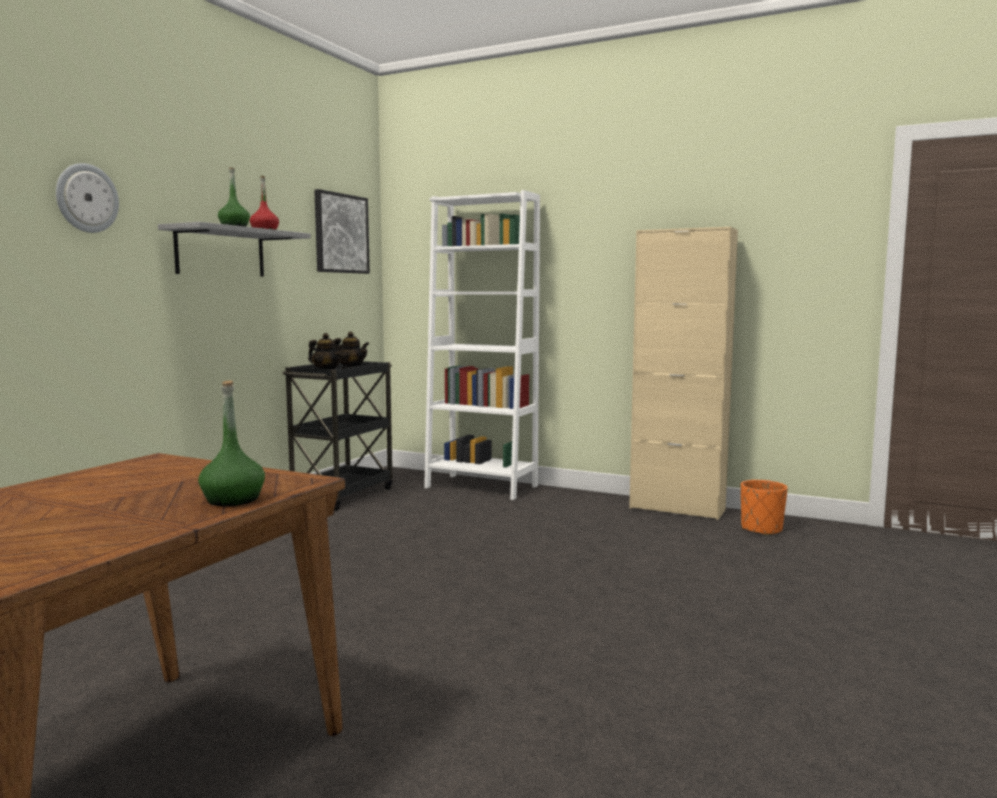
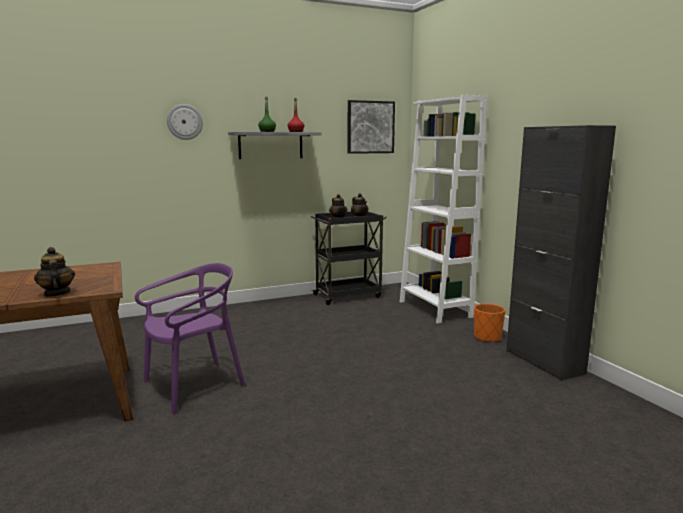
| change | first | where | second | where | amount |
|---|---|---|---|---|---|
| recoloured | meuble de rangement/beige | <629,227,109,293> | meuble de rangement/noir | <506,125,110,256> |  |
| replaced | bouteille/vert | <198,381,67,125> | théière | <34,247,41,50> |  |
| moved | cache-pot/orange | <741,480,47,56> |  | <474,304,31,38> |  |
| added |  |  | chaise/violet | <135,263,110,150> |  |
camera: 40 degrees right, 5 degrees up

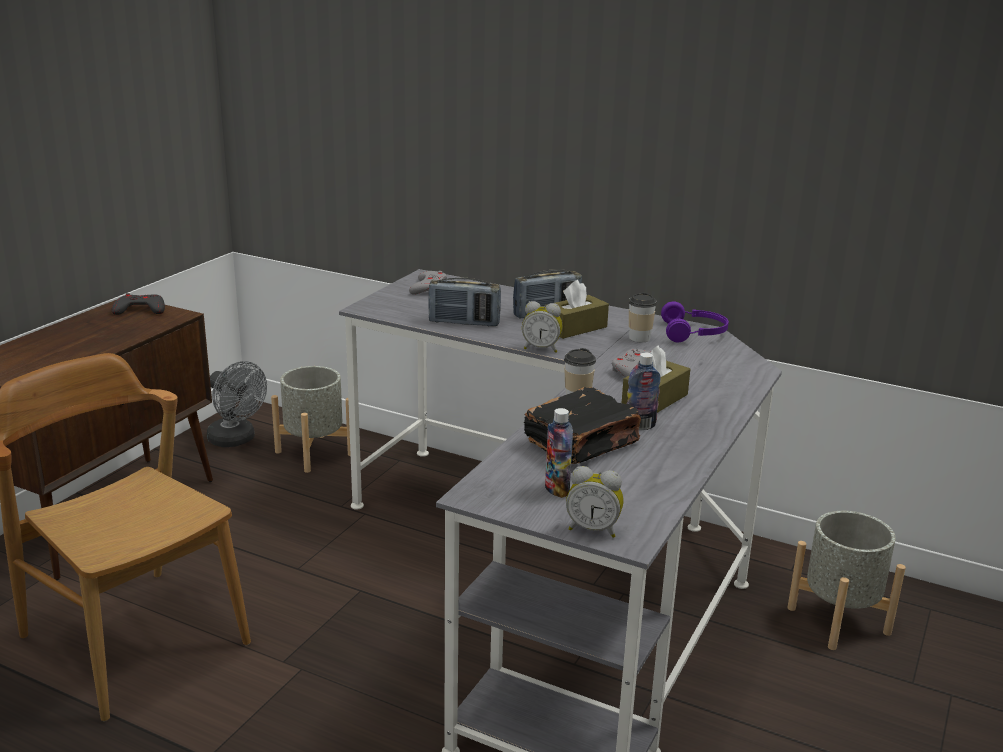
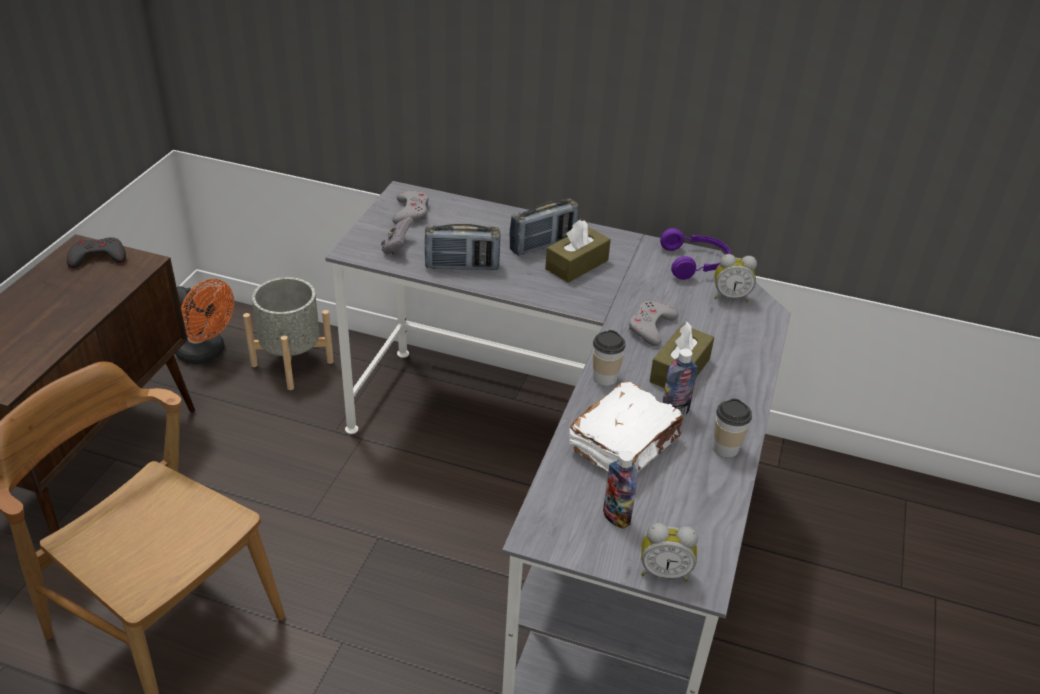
| change | first | where | second | where | amount |
|---|---|---|---|---|---|
| moved | tasse | <629,293,28,49> |  | <713,399,39,59> |  |
| moved | réveil | <522,301,41,52> |  | <714,254,43,48> |  |
| recoloured | ventilateur/gris | <207,361,60,86> | ventilateur/orange | <175,279,59,86> |  |
| recoloured | livre/noir | <524,387,117,77> | livre/blanc | <569,382,114,91> |  |
| removed | cache-pot/gris | <787,511,119,139> |  |  |  |
| added |  |  | manette/gris | <381,217,33,38> |  |
camera: 10 degrees left, 15 degrees up

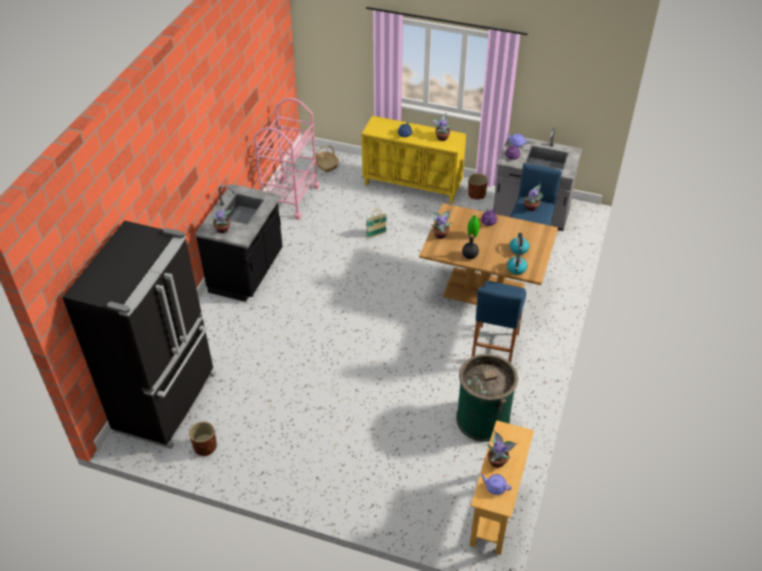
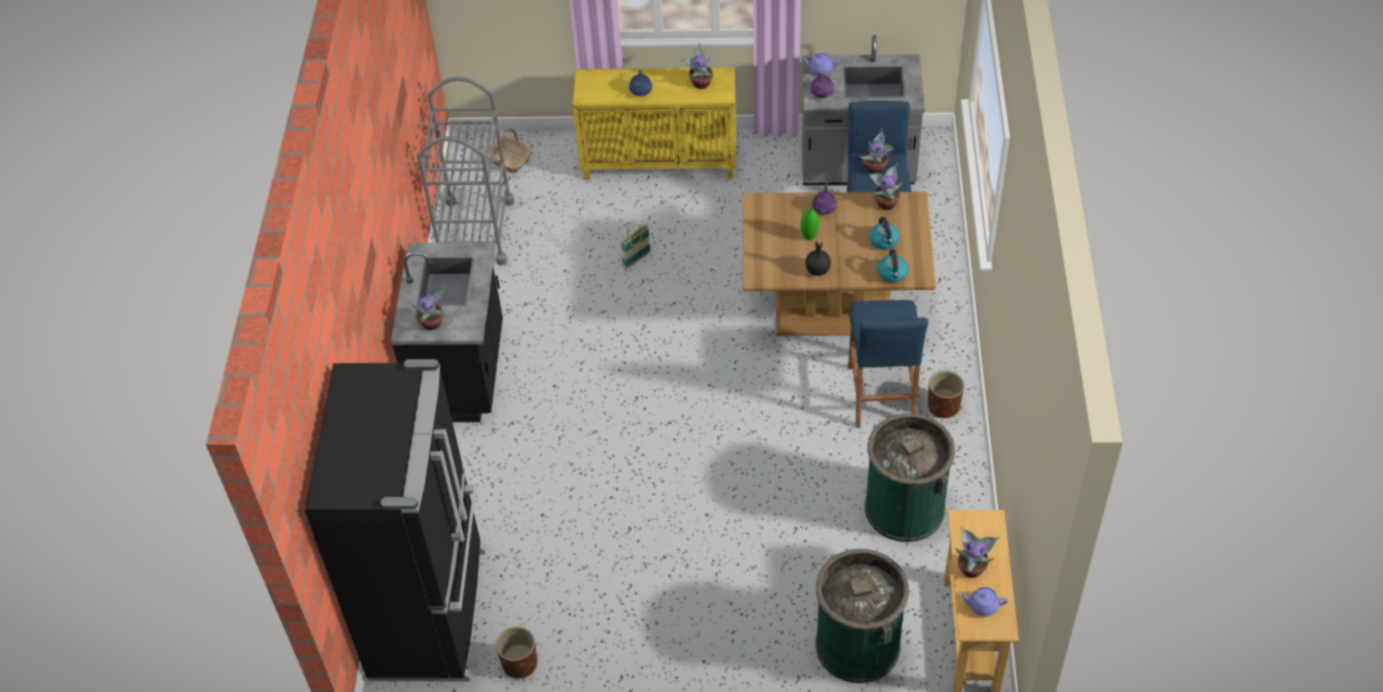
| change | first | where | second | where | amount |
|---|---|---|---|---|---|
| recoloured | chariot/rose | <254,98,66,122> | chariot/gris | <417,76,98,190> |  |
| moved | cache-pot/marron | <468,173,20,27> |  | <928,371,36,47> |  |
| moved | plante en pot | <430,210,22,29> |  | <869,163,34,47> |  |
| added |  |  | poubelle/vert | <815,549,94,134> |  |
camera: 15 degrees left, 5 degrees up

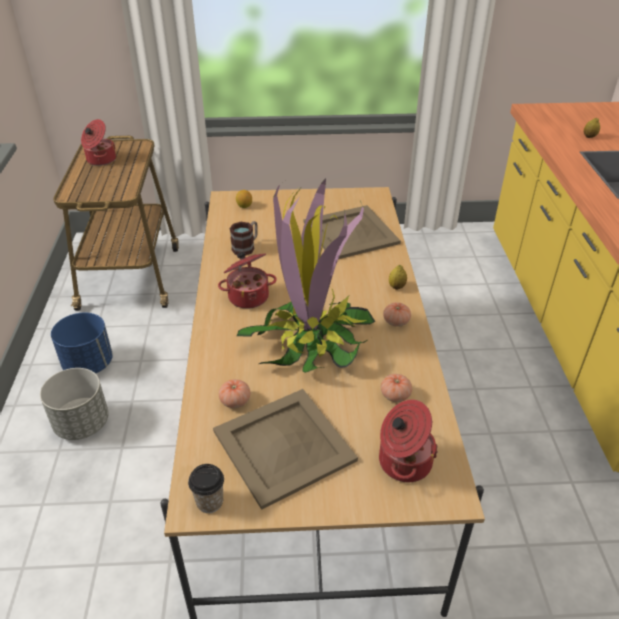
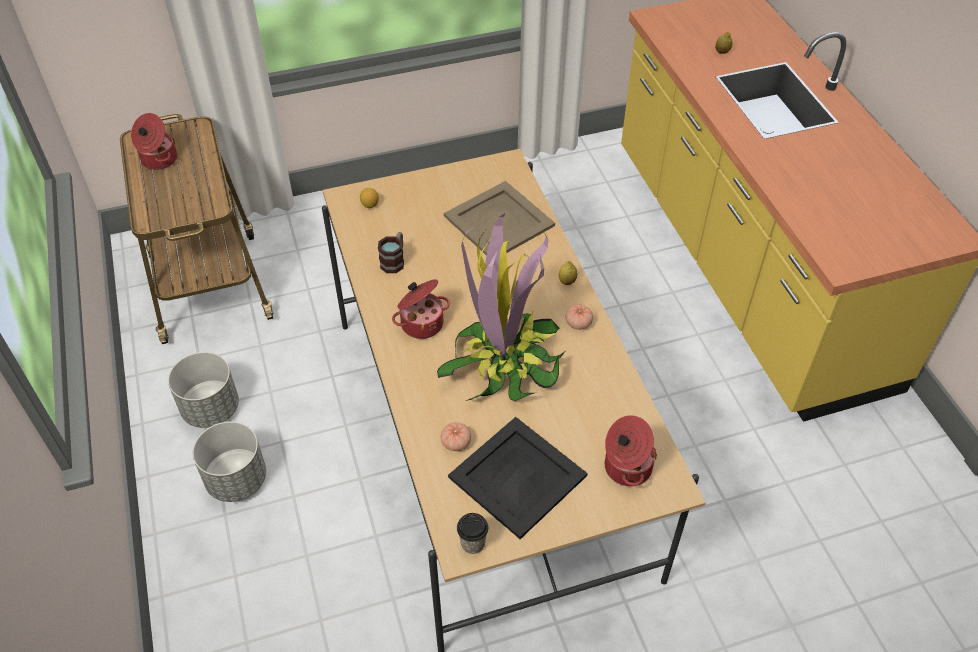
| change | first | where | second | where | amount |
|---|---|---|---|---|---|
| recoloured | cache-pot/bleu | <51,312,62,62> | cache-pot/gris | <168,352,71,76> |  |
| removed | tomate | <381,374,31,28> |  |  |  |
| recoloured | plateau/beige | <213,389,145,121> | plateau/noir | <448,417,140,122> |  |
camera: 15 degrees left, 10 degrees up

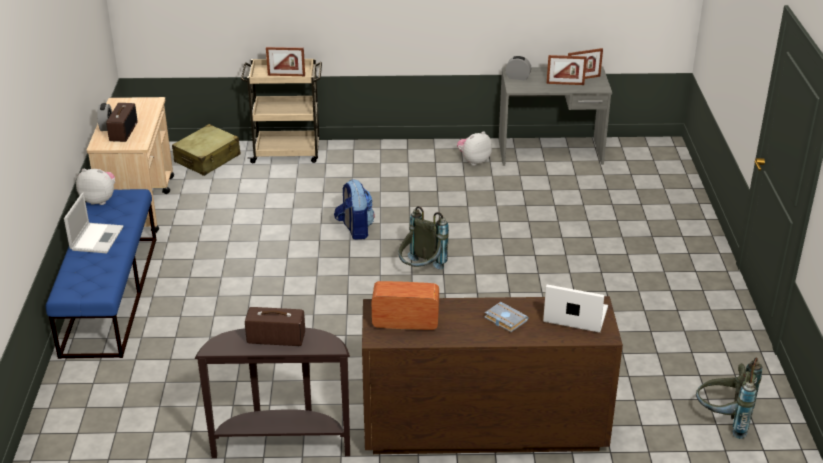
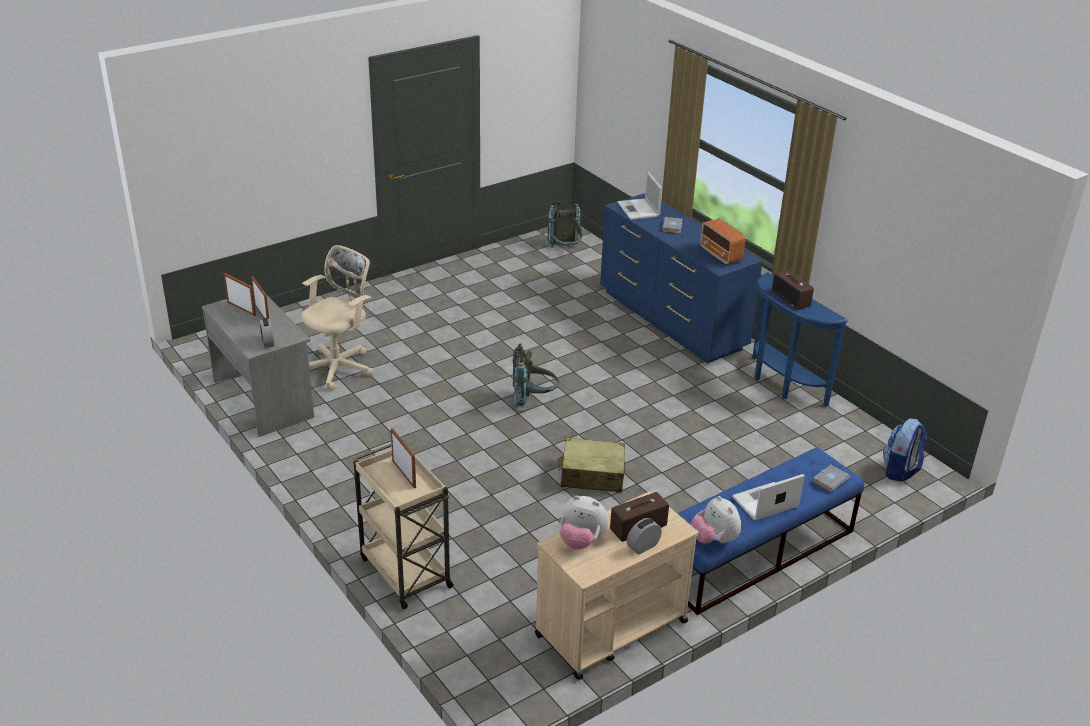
| change | first | where | second | where | amount |
|---|---|---|---|---|---|
| moved | valise/beige | <172,124,69,52> |  | <558,438,67,55> |  |
| moved | peluche | <457,131,35,35> |  | <559,496,49,54> |  |
| moved | sac à dos | <334,179,41,61> |  | <883,418,44,64> |  |
| recoloured | commode/marron | <362,296,261,158> | commode/bleu | <600,193,163,170> |  |
| recoloured | table console/marron | <195,328,155,130> | table console/bleu | <752,272,96,135> |  |
| added |  |  | chaise de bureau/beige | <301,245,73,145> |  |
| added |  |  | livre/gris | <812,465,38,27> |  |
camera: 125 degrees left, 0 degrees up

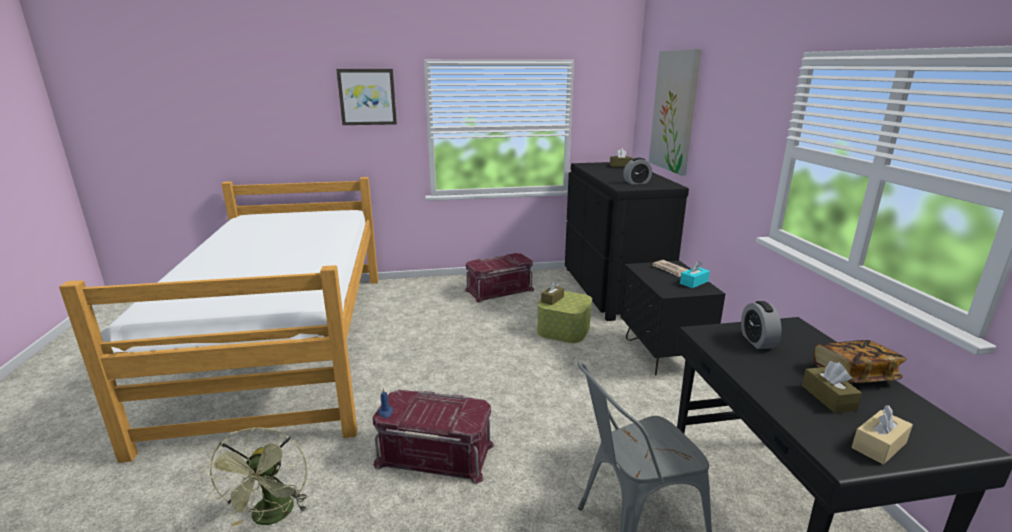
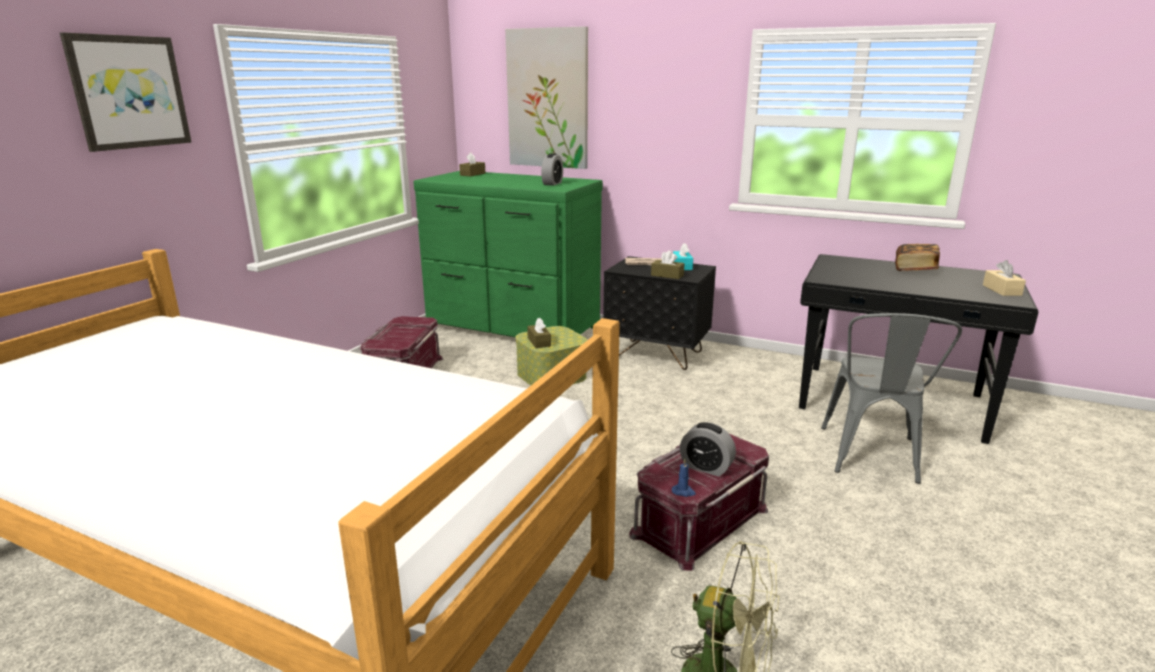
| change | first | where | second | where | amount |
|---|---|---|---|---|---|
| recoloured | commode/noir | <565,162,124,159> | commode/vert | <414,171,189,166> |  |
| moved | réveil | <741,301,41,48> |  | <680,422,56,54> |  |
| moved | boîte à mouchoirs/marron | <802,361,60,52> |  | <651,251,34,28> |  |
camera: 55 degrees left, 0 degrees up

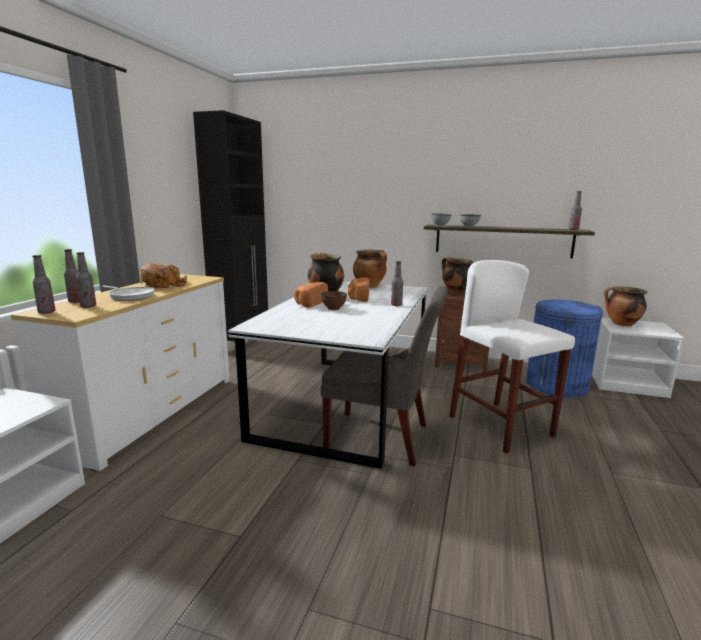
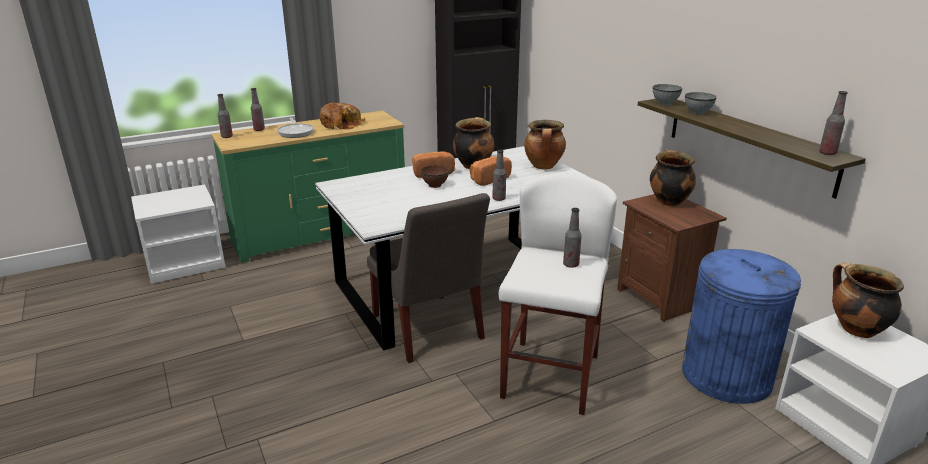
| change | first | where | second | where | amount |
|---|---|---|---|---|---|
| moved | bouteille | <76,252,20,56> |  | <563,208,19,60> |  |
| recoloured | commode/blanc | <11,274,219,197> | commode/vert | <211,111,194,152> |  |
camera: 45 degrees right, 10 degrees up

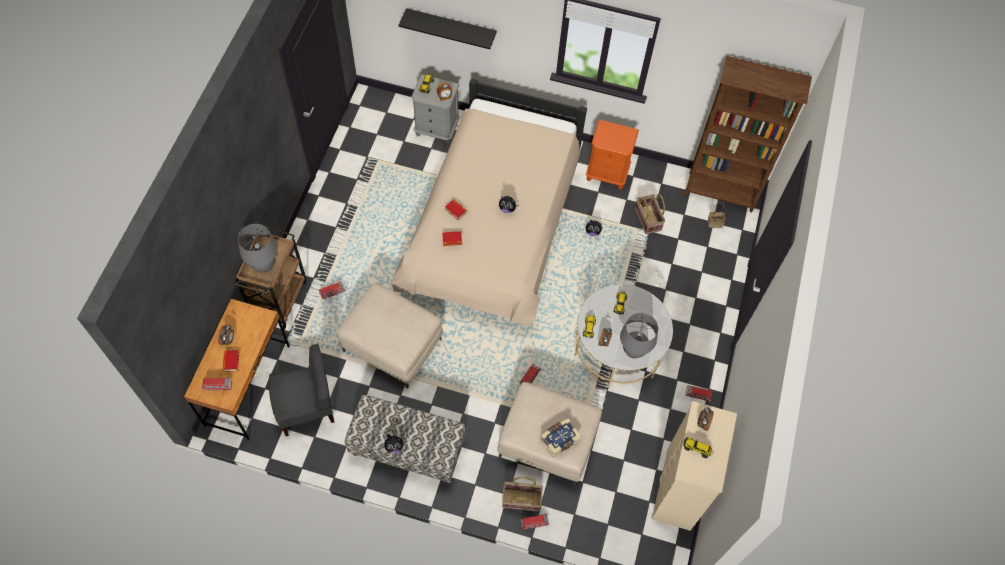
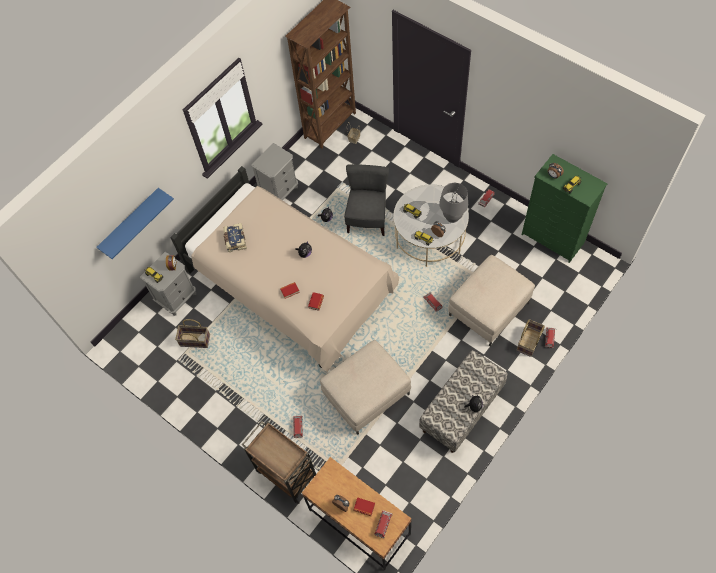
| change | first | where | second | where | amount |
|---|---|---|---|---|---|
| recoloured | étagère/noir | <398,8,99,41> | étagère/bleu | <97,188,77,71> |  |
| recoloured | table de chevet/orange | <586,120,53,70> | table de chevet/gris | <251,143,47,57> |  |
| moved | panier | <635,194,30,40> |  | <175,319,35,29> |  |
| removed | lampe de table/gris | <238,224,40,49> |  |  |  |
| moved | chaise/gris | <269,344,65,92> |  | <344,164,45,72> |  |
| recoloured | commode/beige | <651,401,86,130> | commode/vert | <522,154,86,109> |  |
| moved | livre | <540,418,42,40> |  | <224,223,23,29> |  |
camera: 60 degrees left, 0 degrees up

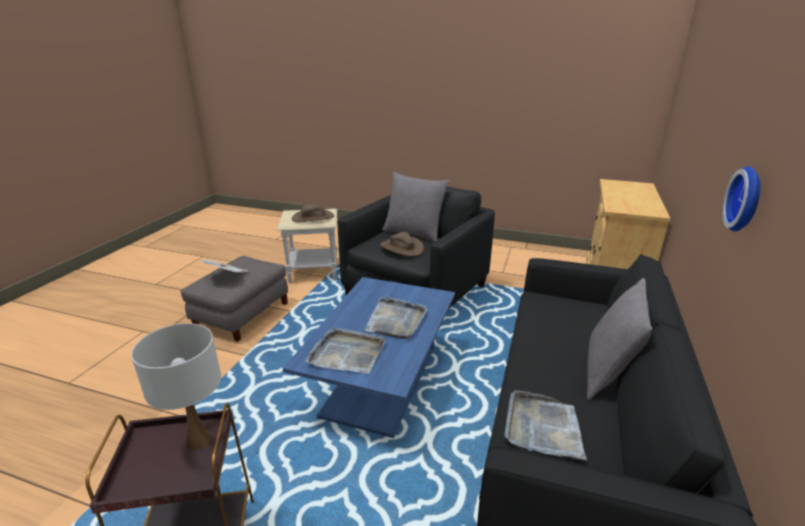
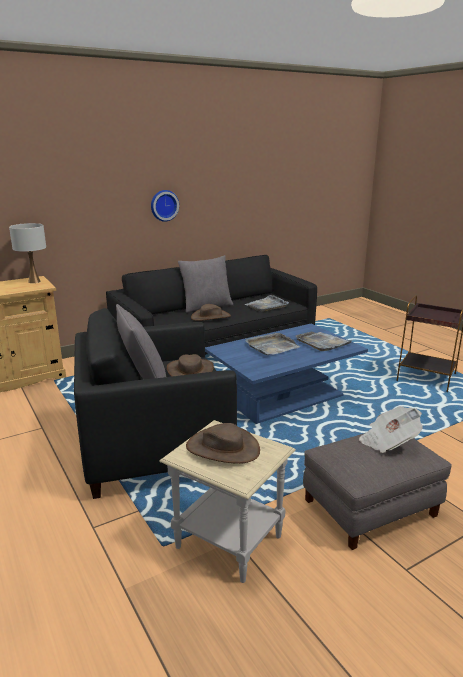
| change | first | where | second | where | amount |
|---|---|---|---|---|---|
| moved | lampe de table/blanc | <131,323,90,127> |  | <9,223,37,60> |  |
| added |  |  | chapeau/marron | <191,304,40,17> |  |
camera: 140 degrees left, 5 degrees down

